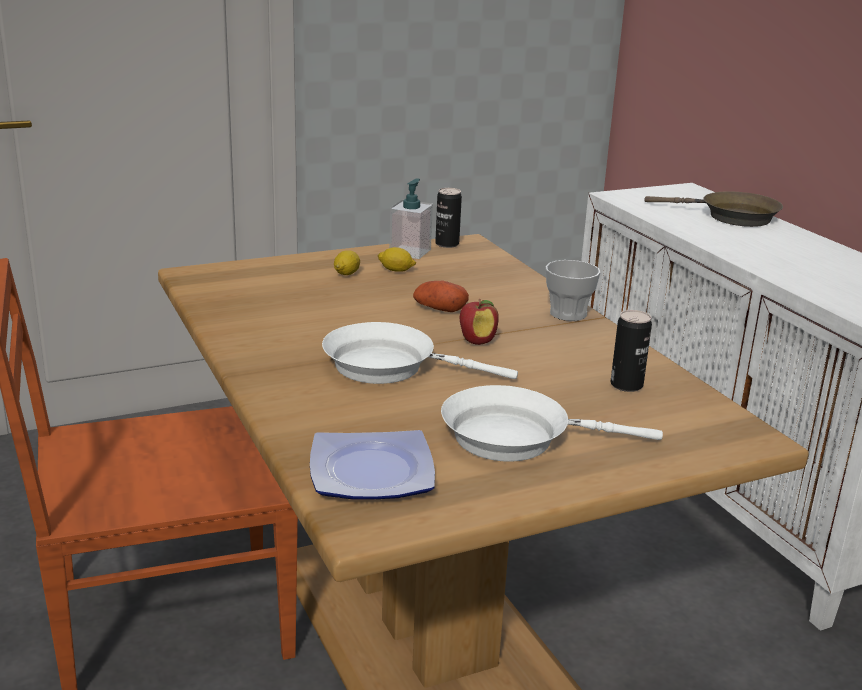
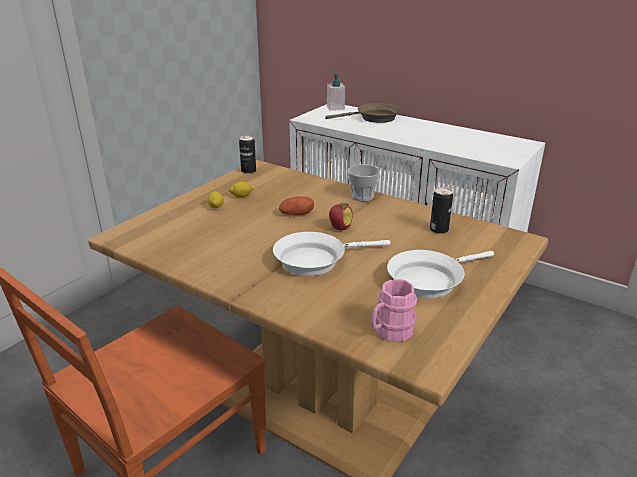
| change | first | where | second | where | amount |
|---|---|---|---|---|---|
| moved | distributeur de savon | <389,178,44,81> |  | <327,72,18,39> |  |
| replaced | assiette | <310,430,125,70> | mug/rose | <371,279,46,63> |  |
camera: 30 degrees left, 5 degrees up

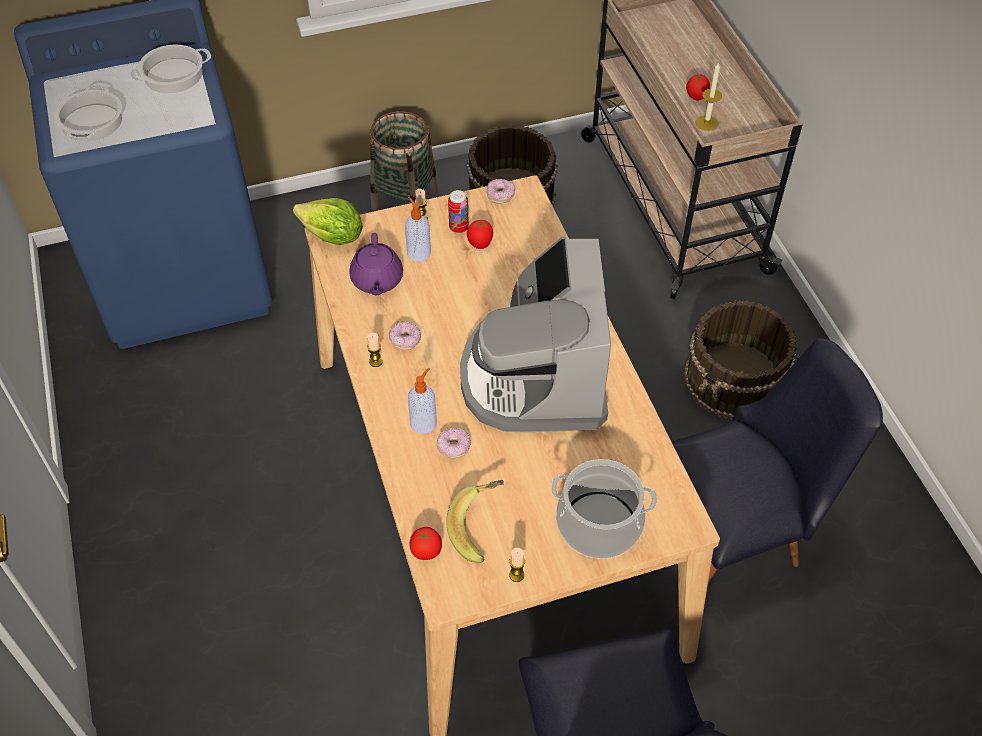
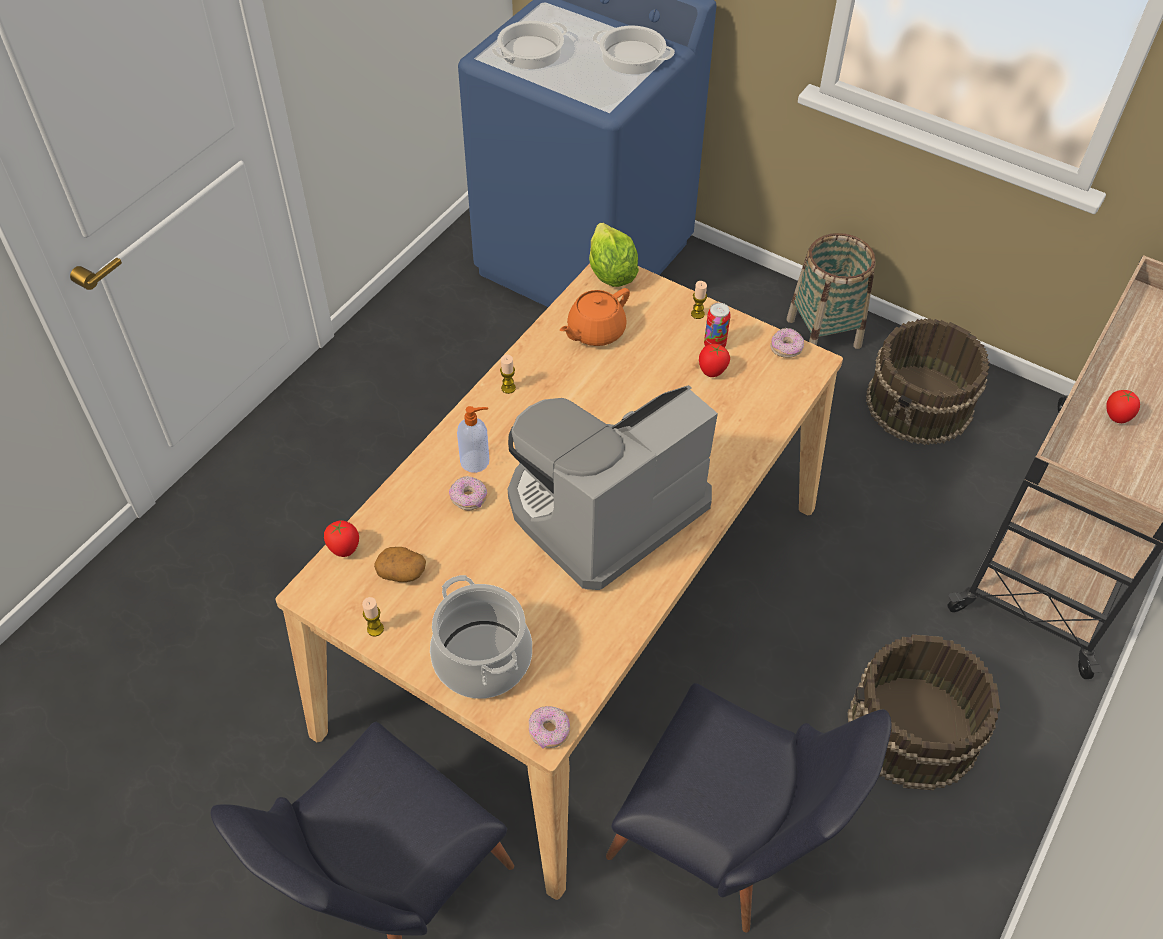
| change | first | where | second | where | amount |
|---|---|---|---|---|---|
| removed | bougie | <696,62,26,69> |  |  |  |
| removed | distributeur de savon | <405,197,26,65> |  |  |  |
| recoloured | théière/violet | <349,233,54,62> | théière/orange | <560,288,70,58> |  |
| moved | beignet | <389,321,32,29> |  | <529,706,41,42> |  |
| replaced | banane | <446,480,58,83> | pomme de terre | <374,547,52,35> |  |
camera: 50 degrees right, 0 degrees up

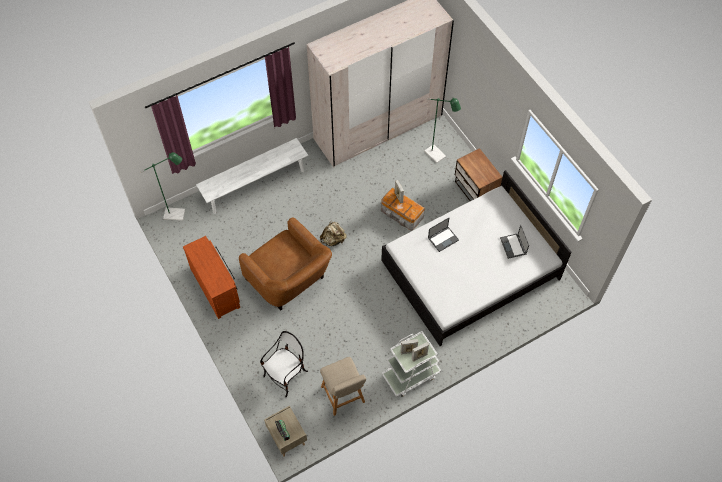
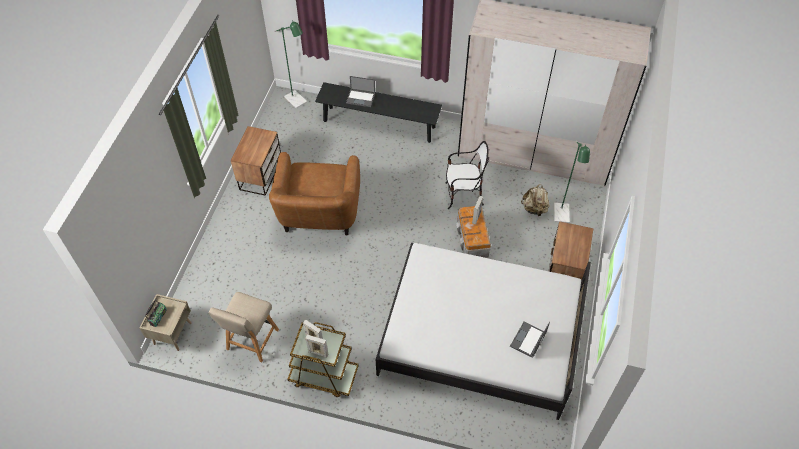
| change | first | where | second | where | amount |
|---|---|---|---|---|---|
| recoloured | banc/blanc | <196,138,112,76> | banc/noir | <315,82,127,61> |  |
| moved | ordinateur portable | <428,217,31,35> |  | <346,76,29,31> |  |
| moved | sac à dos/beige | <320,221,27,25> |  | <521,184,29,32> |  |
| replaced | commode/marron | <183,236,57,83> | table de chevet | <231,126,50,70> |  |
| moved | chaise | <260,331,48,66> |  | <446,141,43,68> |  |
| recoloured | chariot/blanc | <382,331,59,66> | chariot/marron | <287,322,72,75> |  |
camera: 45 degrees right, 5 degrees down

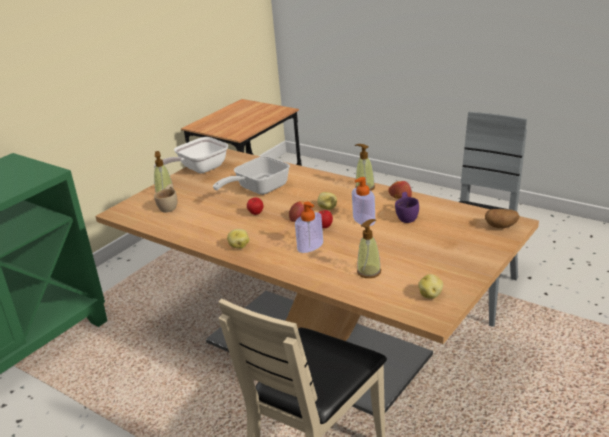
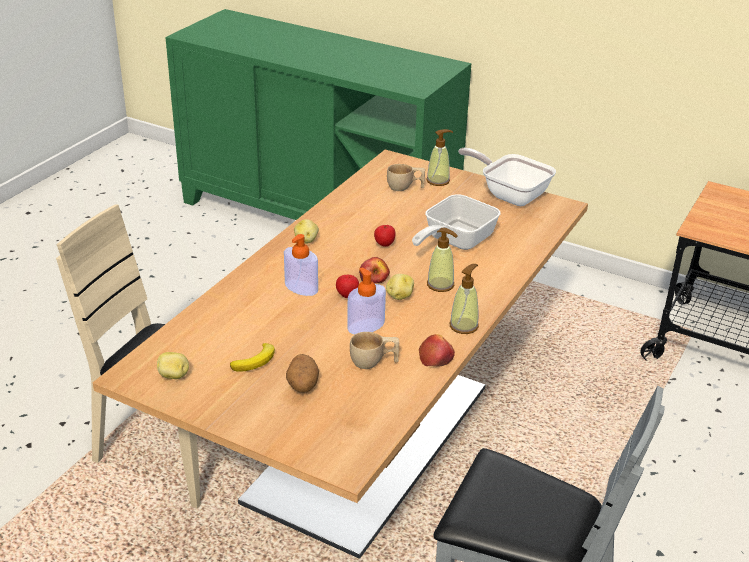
| change | first | where | second | where | amount |
|---|---|---|---|---|---|
| turned | poêle | <213,156,77,39> |  | <412,194,89,56> | 90 degrees counterclockwise |
| recoloured | tasse/violet | <395,192,24,31> | tasse/beige | <350,332,49,37> |  |
| moved | pomme de terre | <485,209,35,20> |  | <286,354,33,39> |  |
| moved | distributeur de savon | <357,219,24,59> |  | <427,228,31,64> |  |
| added |  |  | banane | <230,343,45,29> |  |
camera: 80 degrees right, 5 degrees up

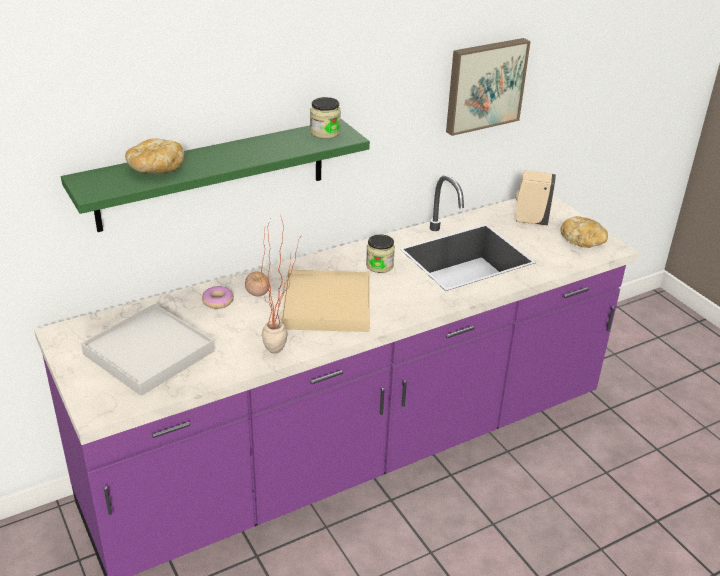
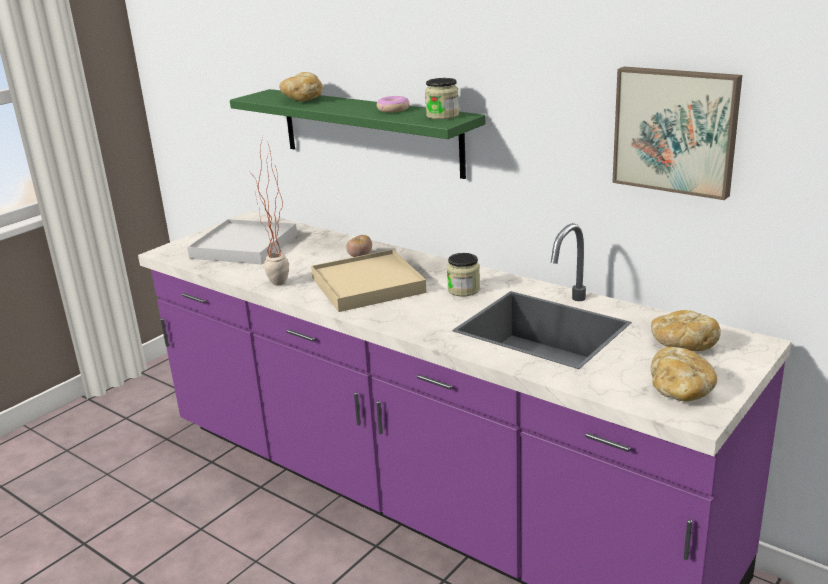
| change | first | where | second | where | amount |
|---|---|---|---|---|---|
| replaced | distributeur de savon/beige | <515,170,41,56> | pain | <651,310,70,41> |  |
| moved | beignet | <202,286,32,23> |  | <377,96,33,16> |  |
camera: 70 degrees right, 10 degrees down

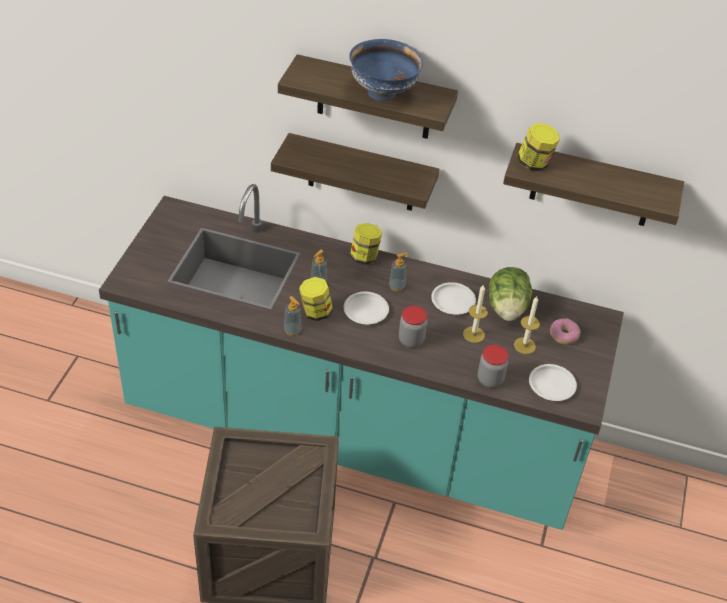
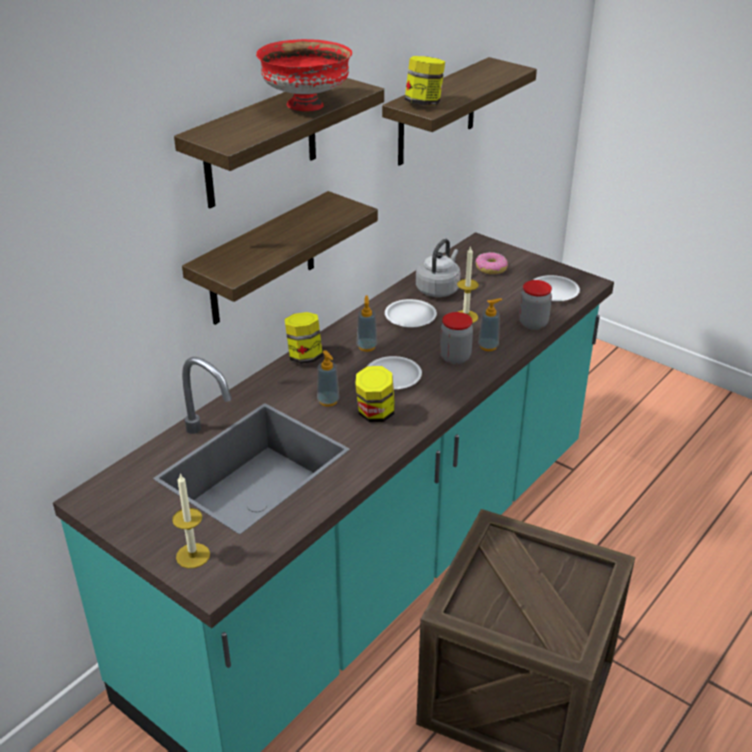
| change | first | where | second | where | amount |
|---|---|---|---|---|---|
| recoloured | bol/bleu | <349,39,74,63> | bol/rouge | <256,39,96,72> |  |
| replaced | laitue | <489,267,43,54> | bouilloire/gris | <416,239,45,58> |  |
| moved | distributeur de savon | <284,296,17,40> |  | <478,298,24,53> |  |
| moved | bougie | <514,296,26,58> |  | <172,473,38,95> |  |
camera: 65 degrees left, 10 degrees down

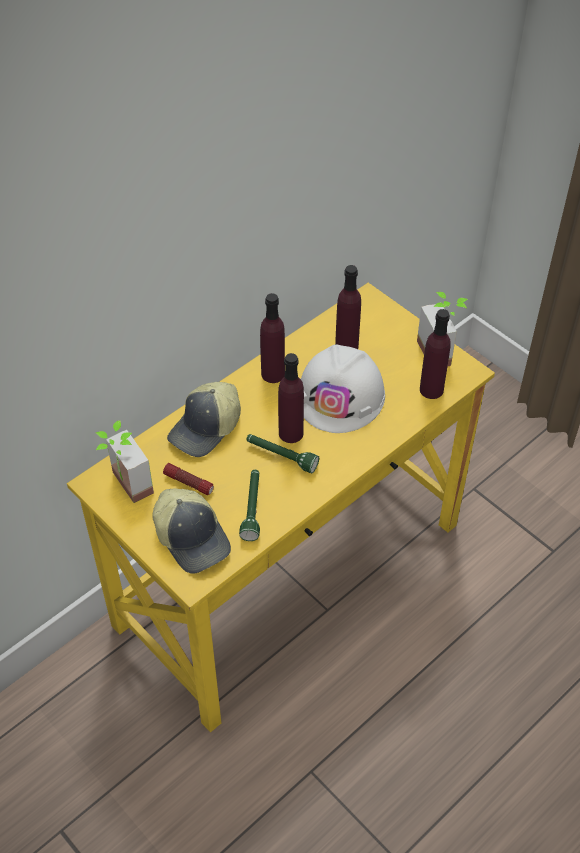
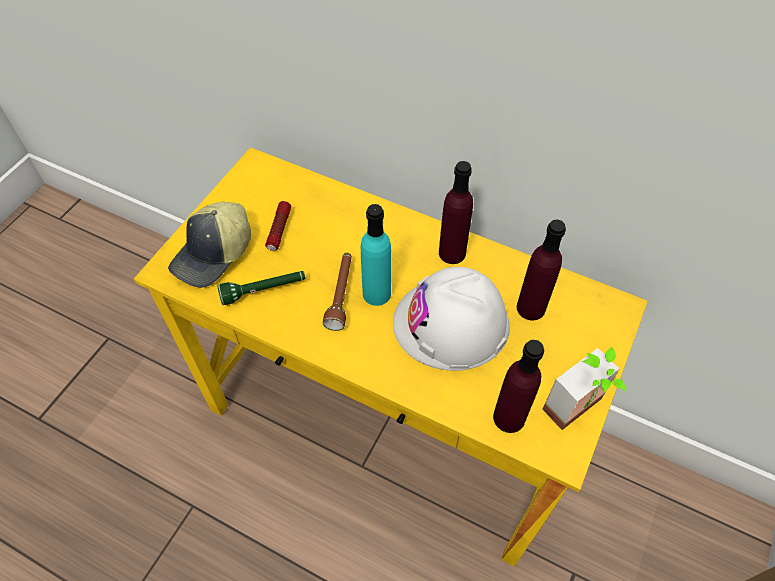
| change | first | where | second | where | amount |
|---|---|---|---|---|---|
| recoloured | bouteille/violet | <278,353,26,90> | bouteille/turquoise | <361,204,30,102> |  |
| removed | casquette | <167,382,74,75> |  |  |  |
| removed | plante en pot | <96,420,58,83> |  |  |  |
| recoloured | lampe de poche/vert | <246,434,73,39> | lampe de poche/marron | <323,253,29,78> |  |
camera: 70 degrees right, 5 degrees up

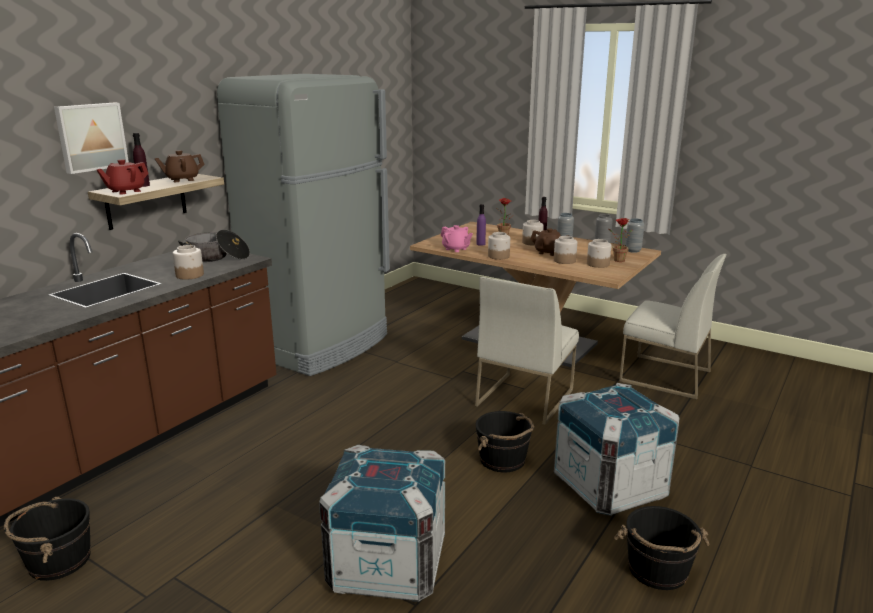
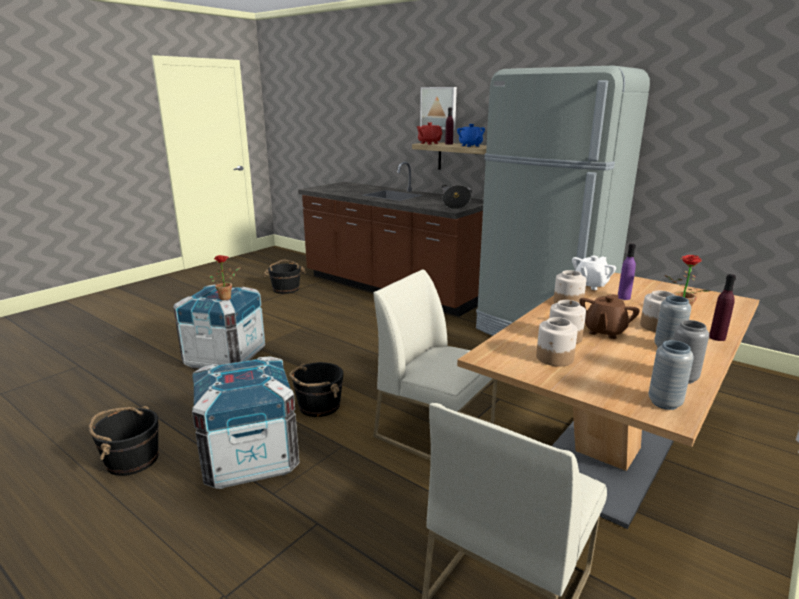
| change | first | where | second | where | amount |
|---|---|---|---|---|---|
| recoloured | théière/marron | <154,150,51,32> | théière/bleu | <457,124,28,23> |  |
| moved | plante en pot | <608,218,25,44> |  | <209,255,32,45> |  |
| recoloured | théière/rose | <441,225,32,27> | théière/blanc | <572,256,44,34> |  |
| removed | bocal | <173,245,31,35> |  |  |  |
camera: 95 degrees right, 0 degrees up

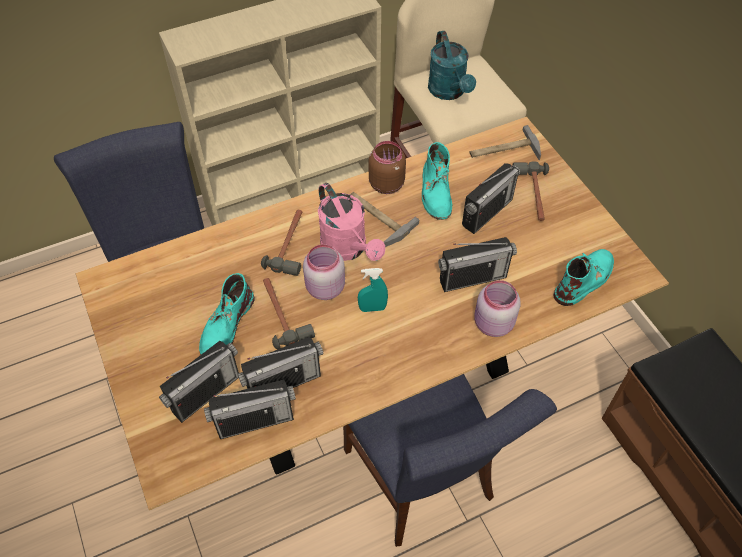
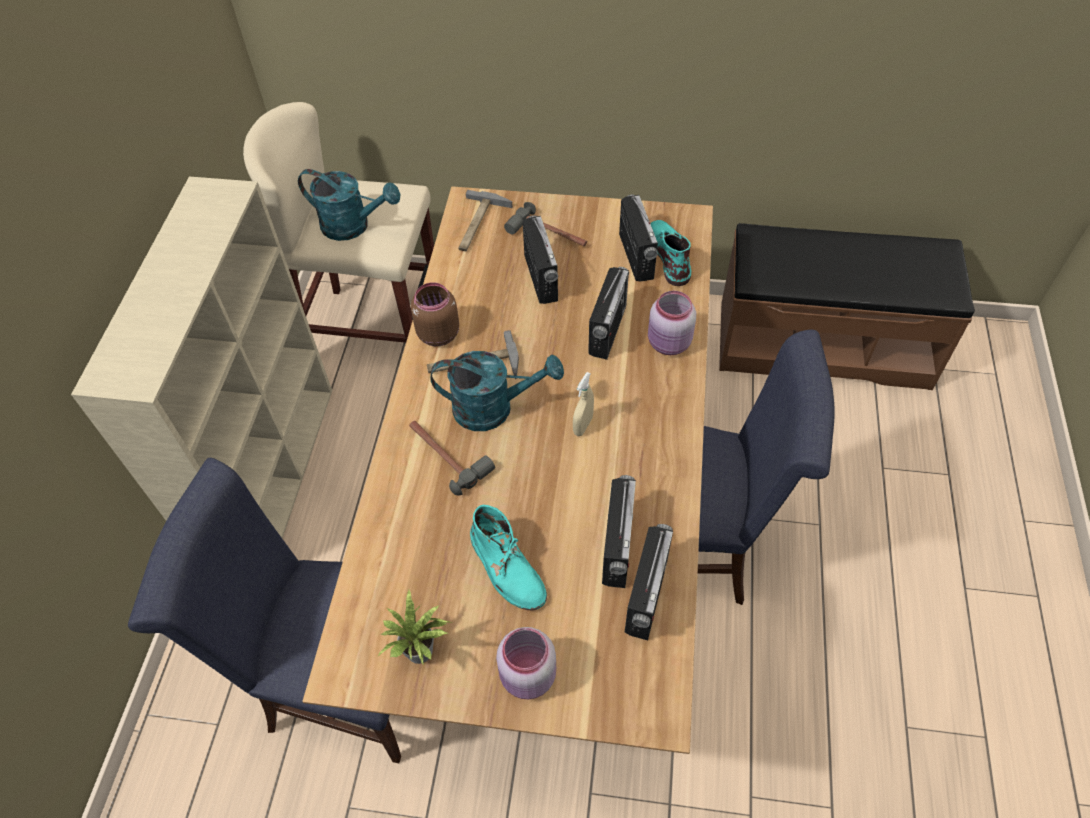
| change | first | where | second | where | amount |
|---|---|---|---|---|---|
| removed | botte/turquoise | <422,142,30,78> |  |  |  |
| recoloured | arrosoir/rose | <318,183,67,78> | arrosoir/turquoise | <430,351,134,80> |  |
| moved | bocal/rose | <303,244,42,56> |  | <496,627,60,72> |  |
| recoloured | vaporisateur/turquoise | <358,268,30,44> | vaporisateur/beige | <573,372,21,64> |  |
| removed | marteau | <263,278,52,71> |  |  |  |
| moved | radio | <159,341,80,82> |  | <619,194,39,87> |  |
| added |  |  | plante en pot | <378,588,76,76> |  |
camera: 55 degrees left, 0 degrees up

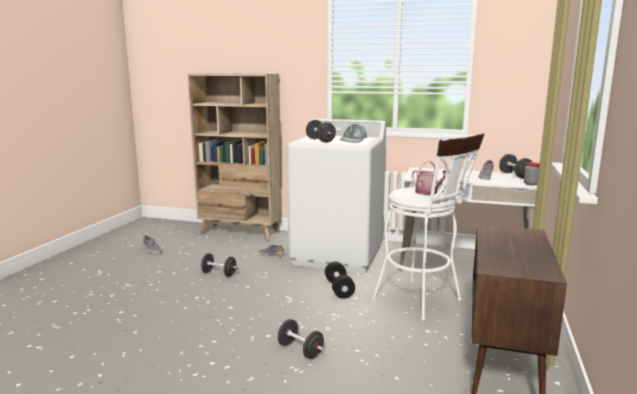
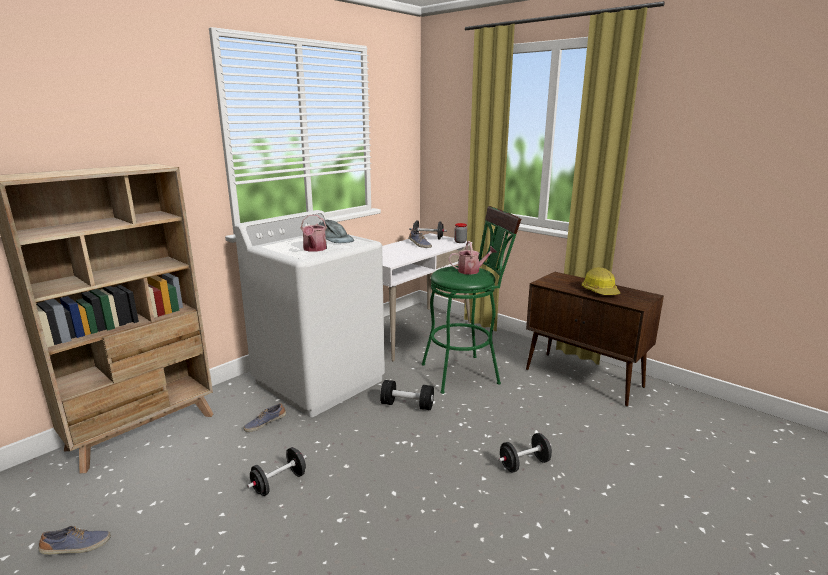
| change | first | where | second | where | amount |
|---|---|---|---|---|---|
| replaced | haltère/noir | <306,120,30,23> | arrosoir | <301,215,26,37> |  |
| recoloured | tabouret/blanc | <372,133,112,188> | tabouret/vert | <422,206,99,188> |  |
| added |  |  | casque de chantier | <582,267,38,28> |  |
camera: 65 degrees left, 5 degrees up

